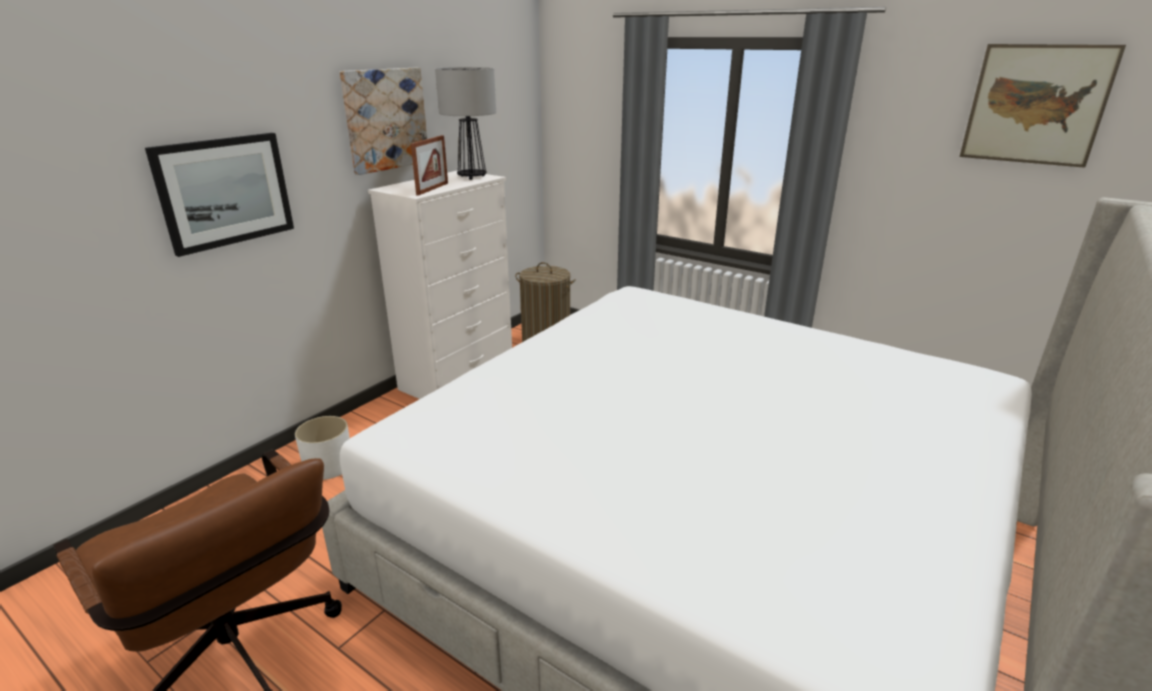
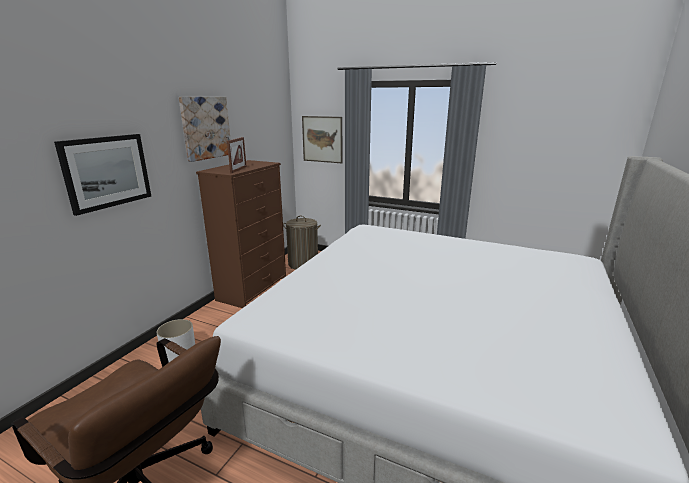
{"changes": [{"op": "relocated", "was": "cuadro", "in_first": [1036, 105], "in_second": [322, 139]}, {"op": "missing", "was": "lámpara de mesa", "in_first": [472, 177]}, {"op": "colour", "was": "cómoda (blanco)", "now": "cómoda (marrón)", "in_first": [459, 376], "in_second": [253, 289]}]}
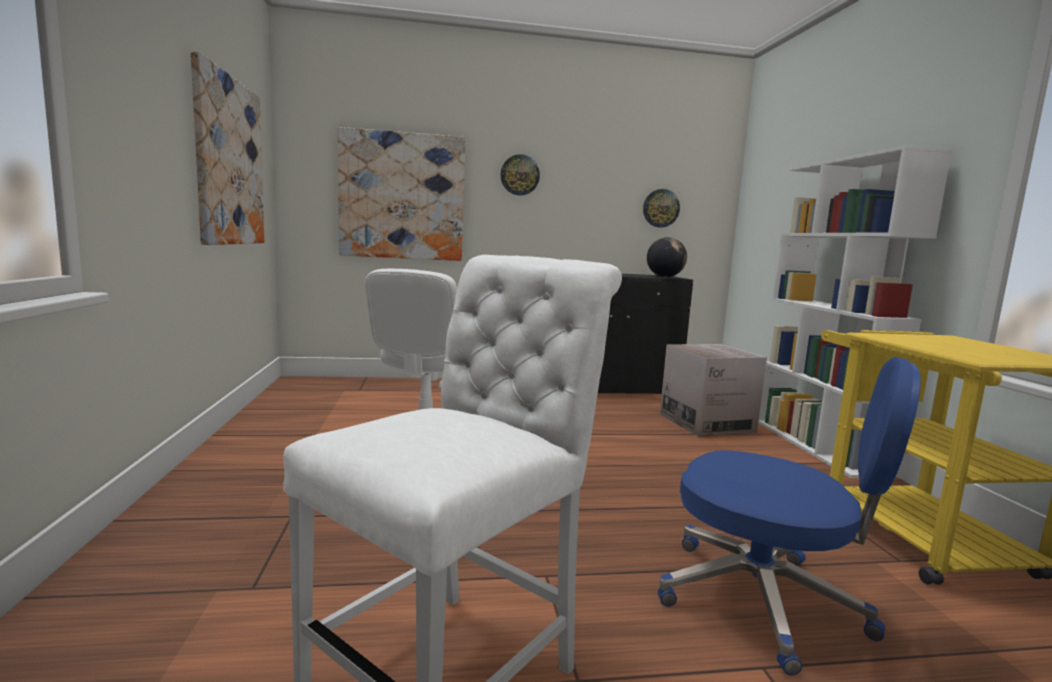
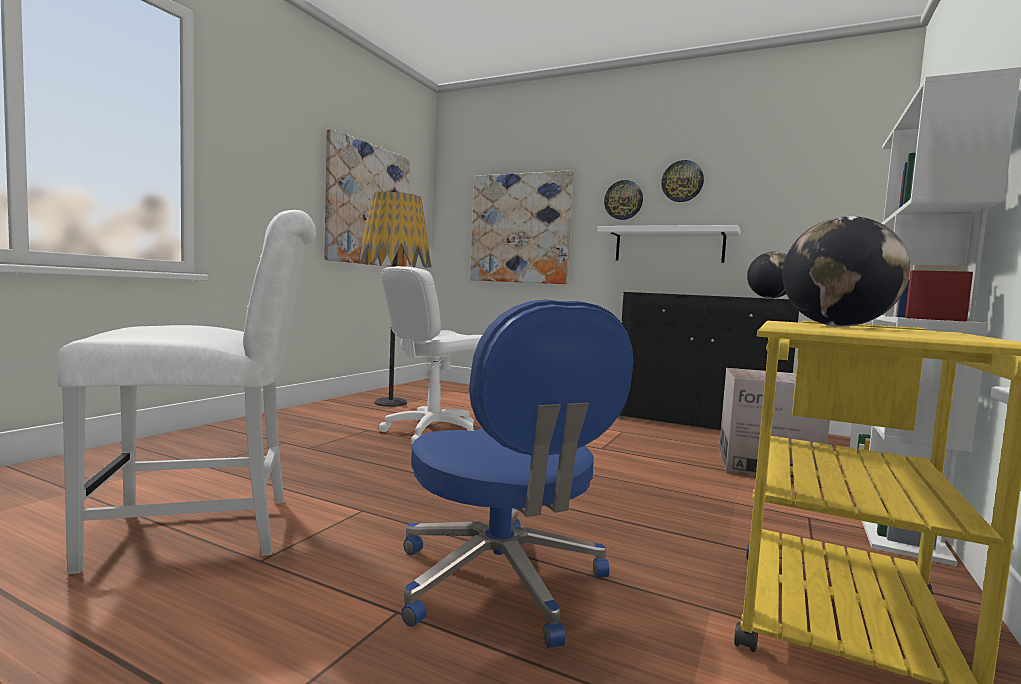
{"changes": [{"op": "relocated", "was": "reloj de pared", "in_first": [661, 208], "in_second": [682, 181]}, {"op": "appeared", "now": "lámpara de pie", "in_second": [390, 403]}, {"op": "appeared", "now": "globo terráqueo", "in_second": [837, 326]}, {"op": "appeared", "now": "estante (blanco)", "in_second": [669, 245]}]}
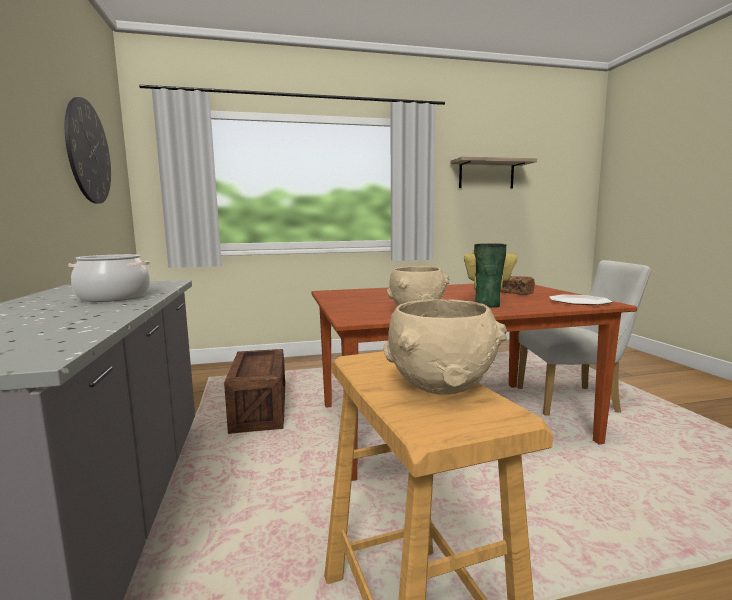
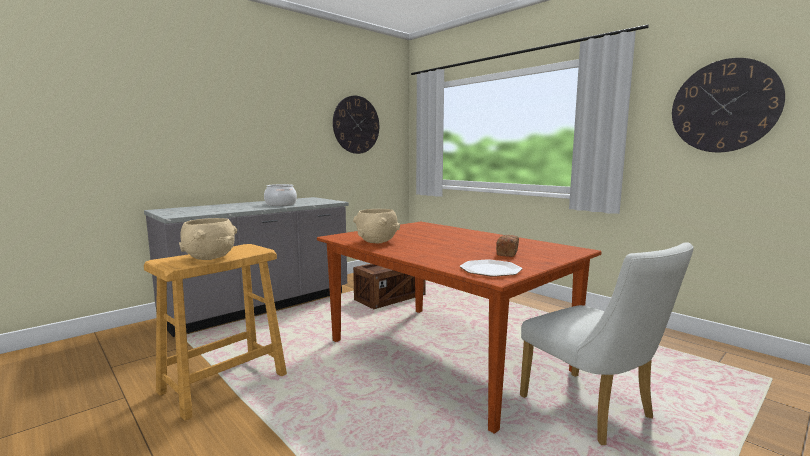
{"changes": [{"op": "exchanged", "was": "estante", "now": "reloj de pared", "in_first": [486, 174], "in_second": [724, 106]}, {"op": "missing", "was": "florero", "in_first": [487, 304]}]}
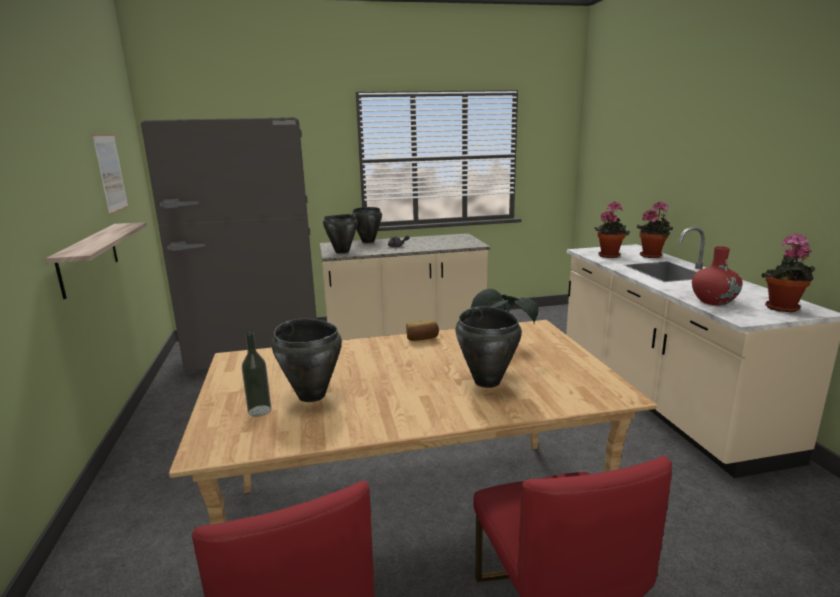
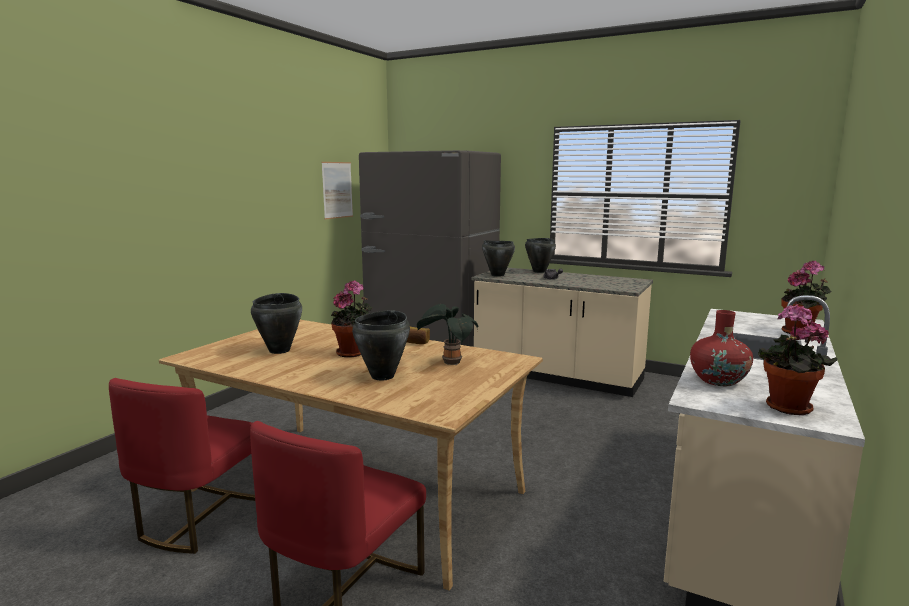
{"changes": [{"op": "relocated", "was": "planta en maceta", "in_first": [609, 255], "in_second": [353, 353]}, {"op": "missing", "was": "estante", "in_first": [89, 258]}, {"op": "missing", "was": "botella", "in_first": [259, 411]}]}
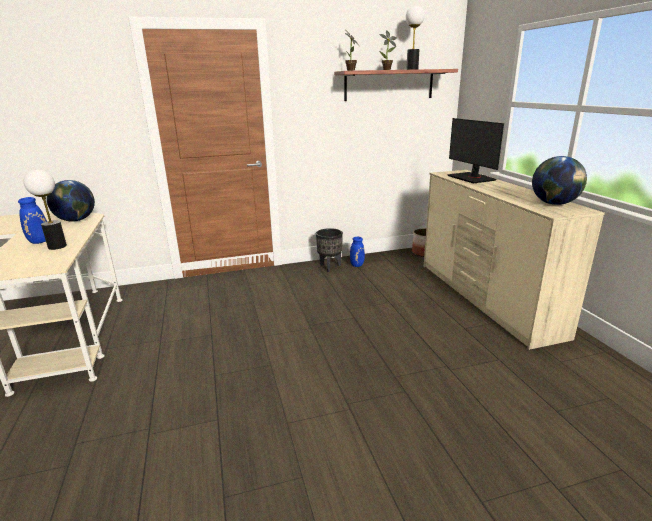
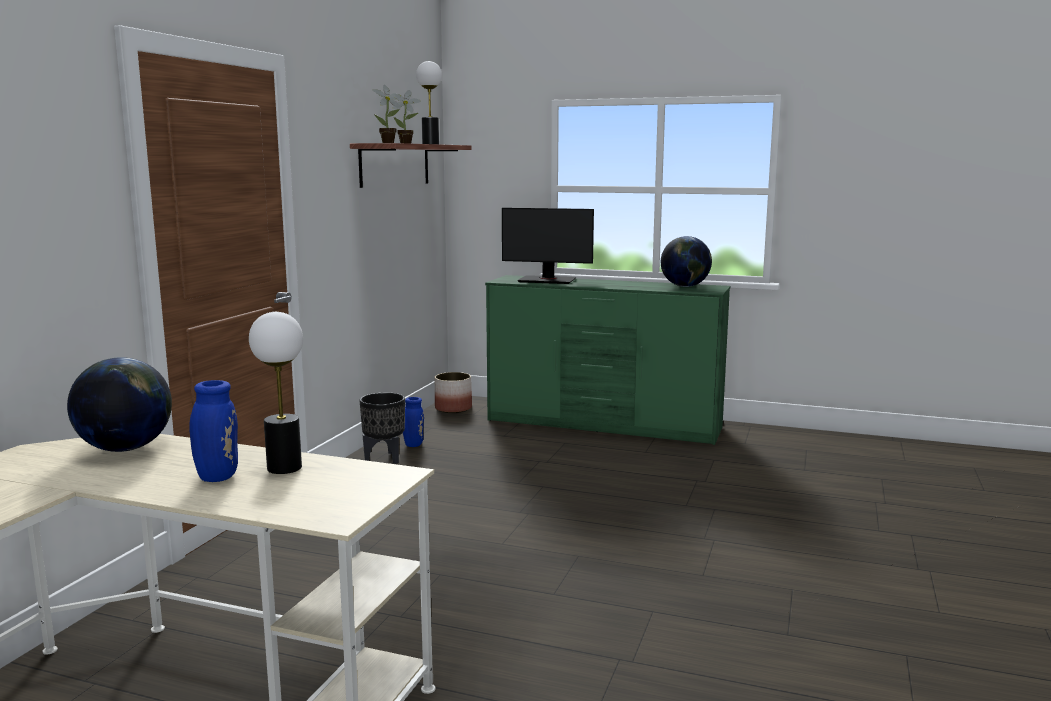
{"changes": [{"op": "colour", "was": "cómoda (beis)", "now": "cómoda (verde)", "in_first": [485, 298], "in_second": [603, 425]}]}
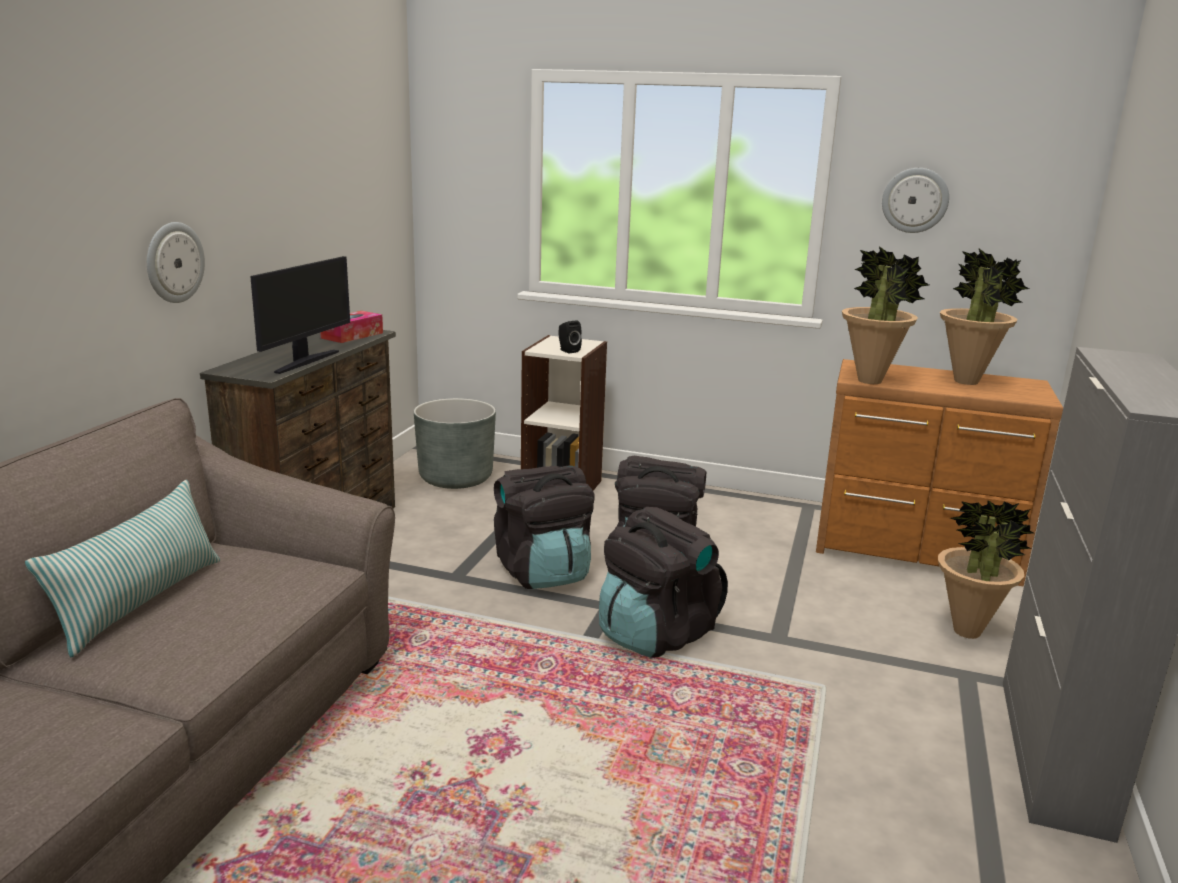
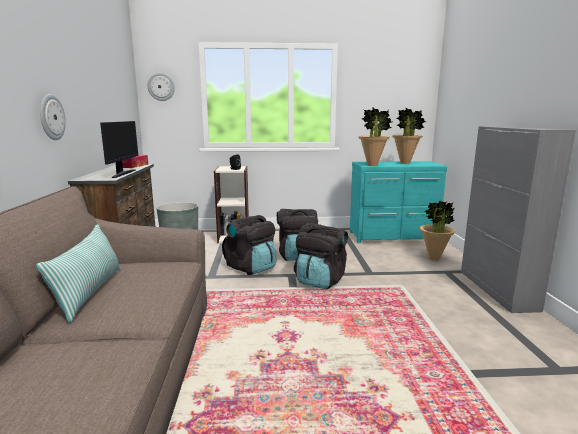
{"changes": [{"op": "relocated", "was": "reloj de pared", "in_first": [915, 200], "in_second": [161, 87]}, {"op": "colour", "was": "cómoda (marrón)", "now": "cómoda (turquesa)", "in_first": [917, 551], "in_second": [393, 237]}]}
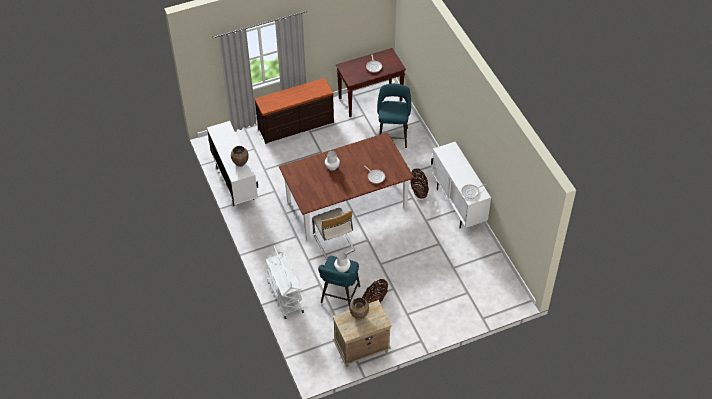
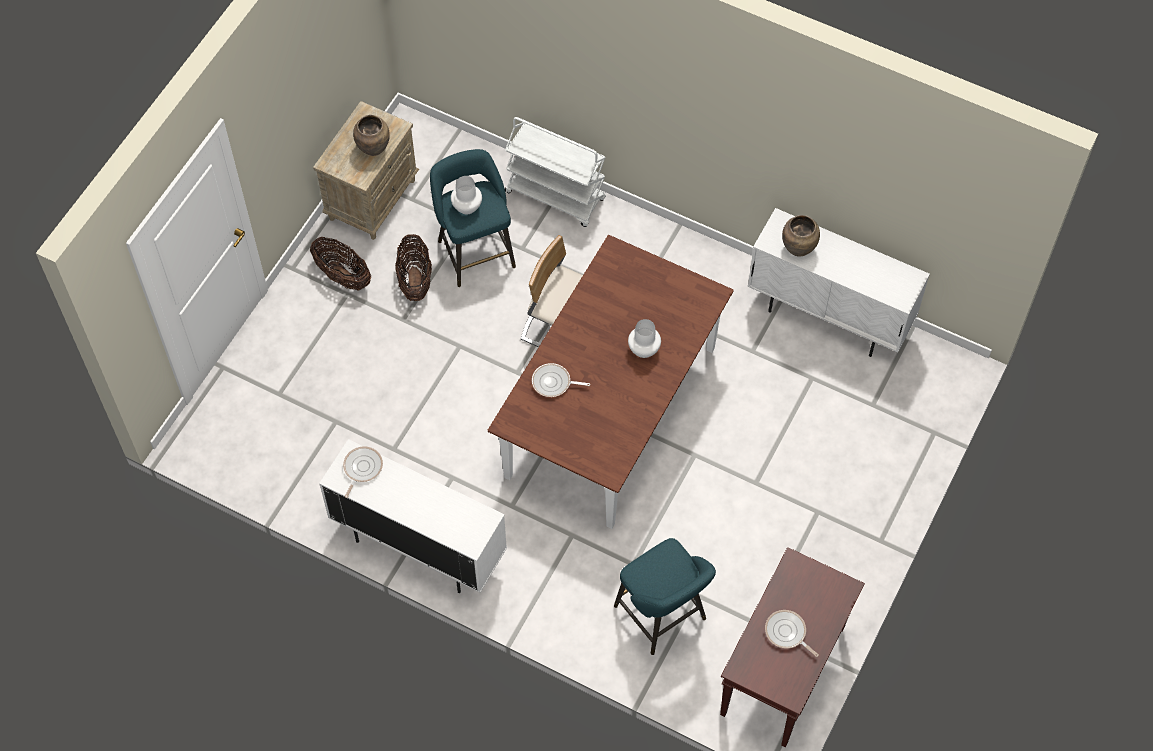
{"changes": [{"op": "missing", "was": "cómoda (marrón)", "in_first": [296, 126]}, {"op": "relocated", "was": "cesta", "in_first": [418, 190], "in_second": [343, 275]}]}
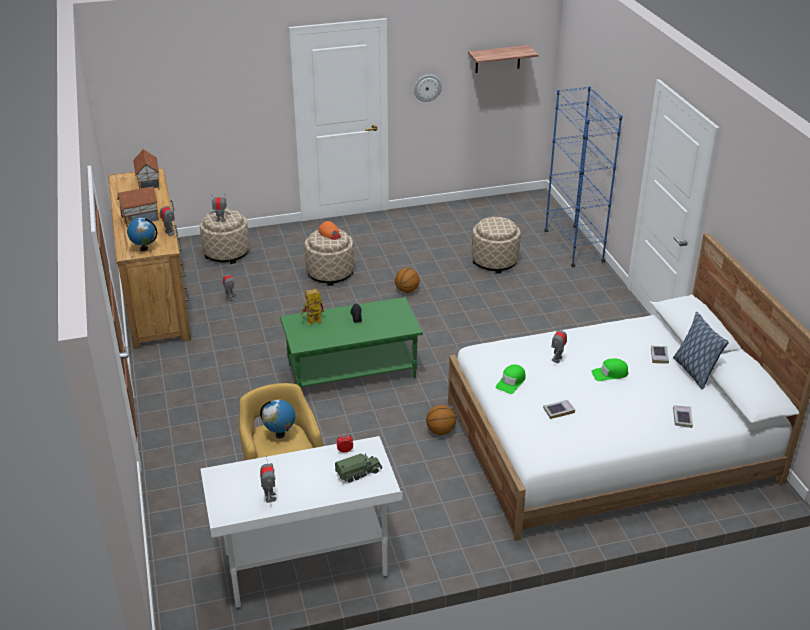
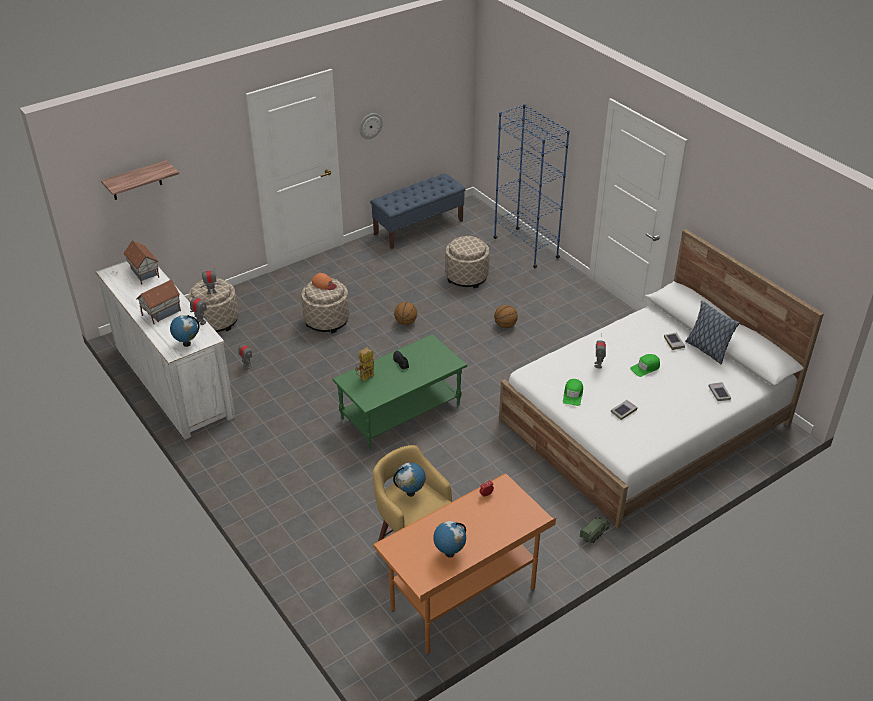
{"changes": [{"op": "relocated", "was": "estante", "in_first": [497, 59], "in_second": [136, 181]}, {"op": "colour", "was": "cómoda (marrón)", "now": "cómoda (blanco)", "in_first": [155, 296], "in_second": [173, 381]}, {"op": "relocated", "was": "balón de baloncesto", "in_first": [440, 431], "in_second": [505, 325]}, {"op": "colour", "was": "escritorio (blanco)", "now": "escritorio (naranja)", "in_first": [306, 567], "in_second": [463, 600]}, {"op": "relocated", "was": "camión de juguete", "in_first": [359, 473], "in_second": [594, 533]}, {"op": "exchanged", "was": "robot de juguete", "now": "globo terráqueo", "in_first": [269, 497], "in_second": [449, 553]}, {"op": "appeared", "now": "banco (azul)", "in_second": [419, 227]}]}
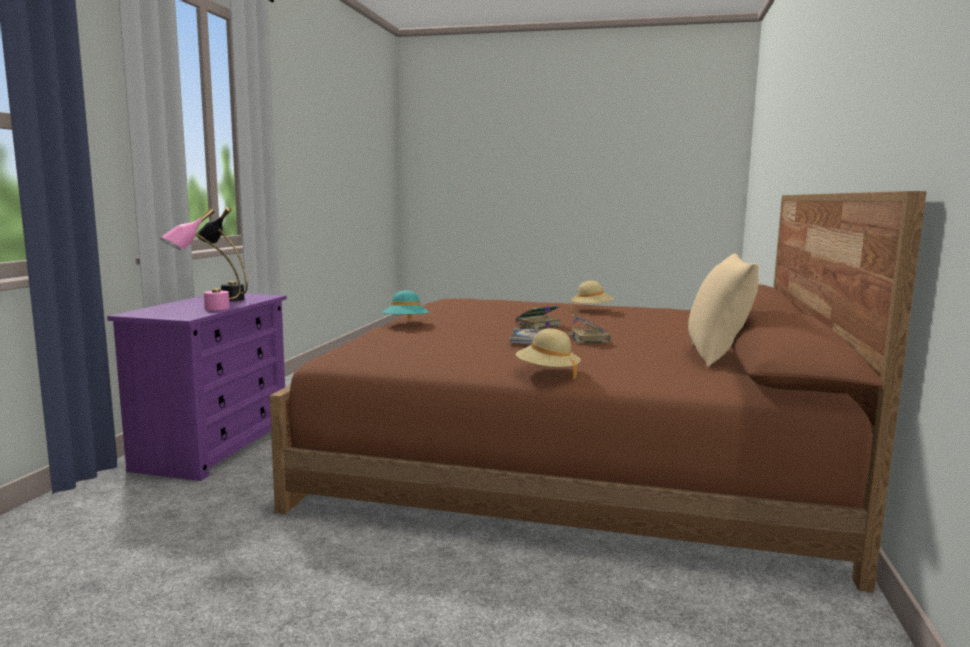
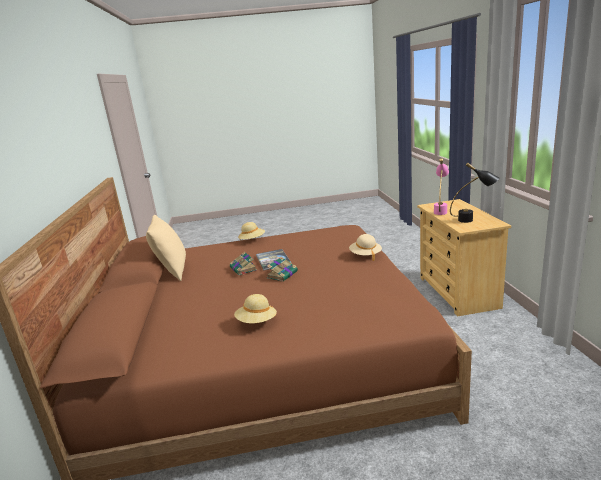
{"changes": [{"op": "colour", "was": "sombrero (turquesa)", "now": "sombrero (beis)", "in_first": [406, 324], "in_second": [365, 255]}, {"op": "colour", "was": "cómoda (morado)", "now": "cómoda (beis)", "in_first": [214, 447], "in_second": [458, 292]}]}
